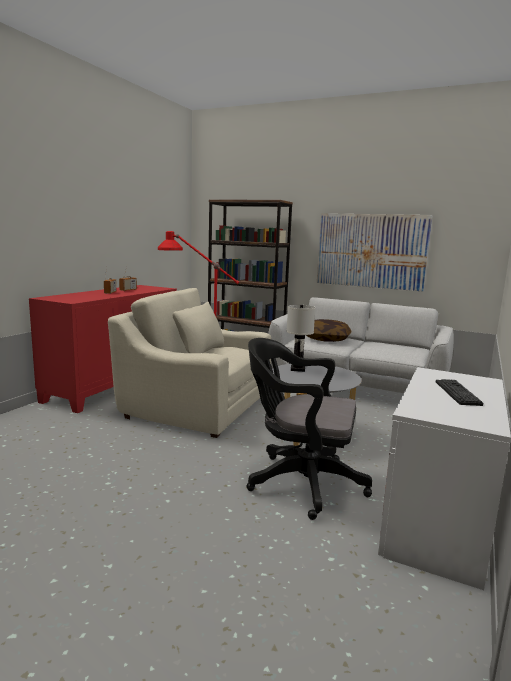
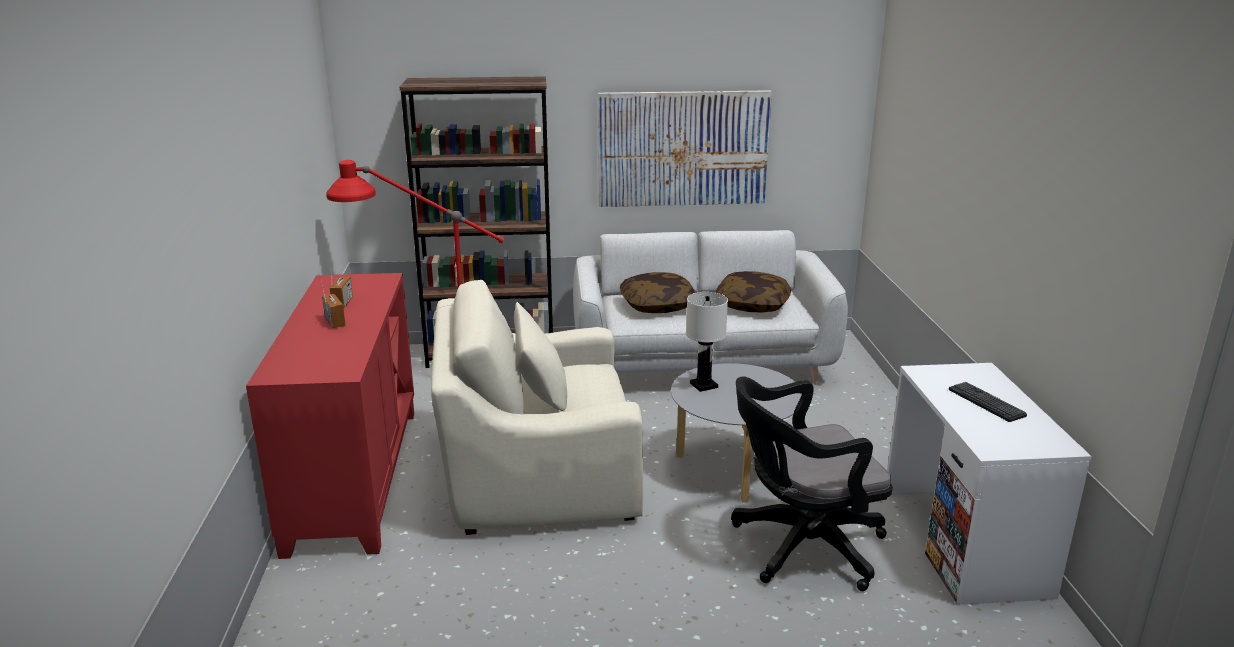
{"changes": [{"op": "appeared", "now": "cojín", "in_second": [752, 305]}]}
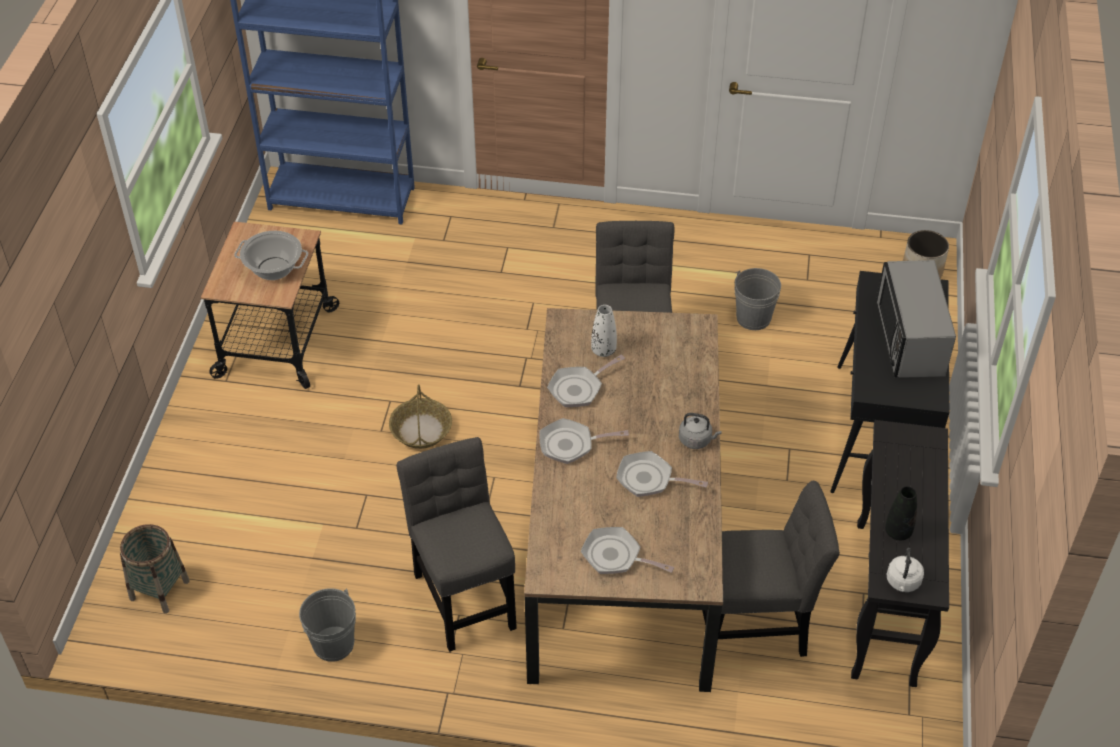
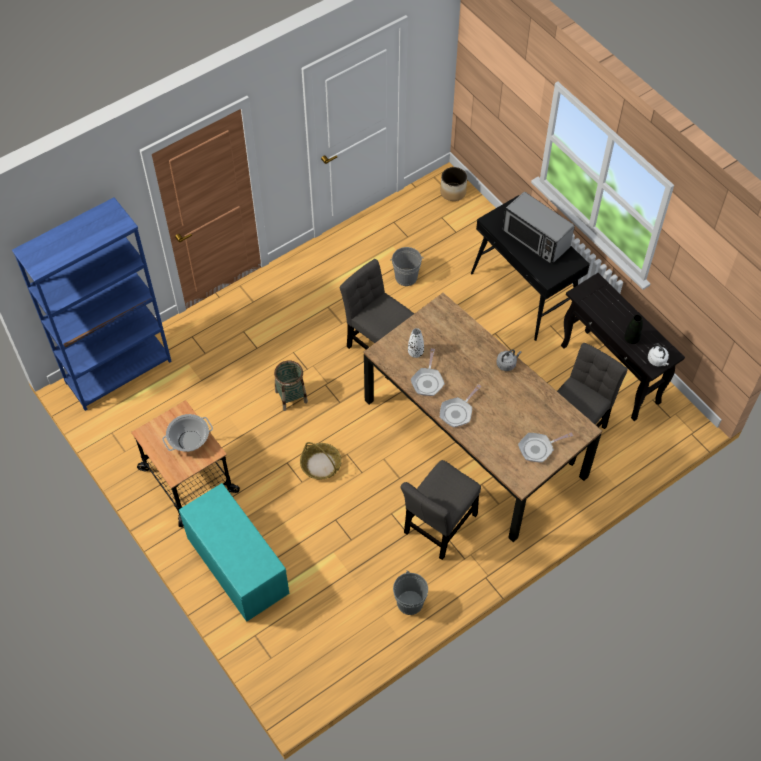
{"changes": [{"op": "spun", "was": "silla (gris)", "in_first": [464, 595], "in_second": [438, 527], "clockwise": -75}, {"op": "missing", "was": "sartén", "in_first": [649, 479]}, {"op": "relocated", "was": "cesta", "in_first": [159, 589], "in_second": [291, 396]}, {"op": "appeared", "now": "banco (turquesa)", "in_second": [236, 565]}]}
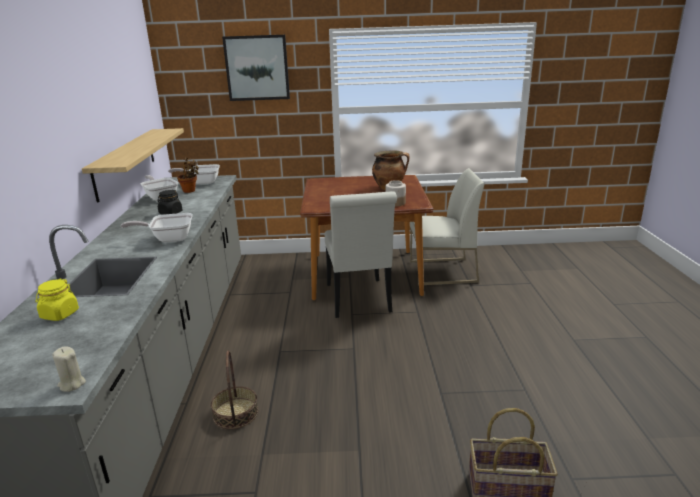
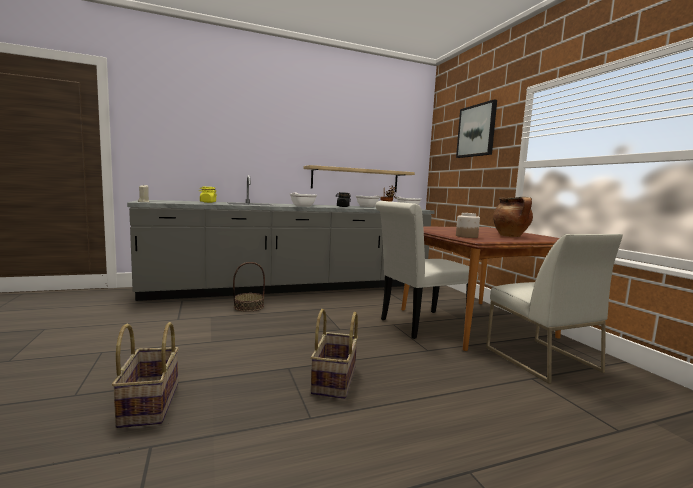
{"changes": [{"op": "appeared", "now": "cesta", "in_second": [335, 380]}]}
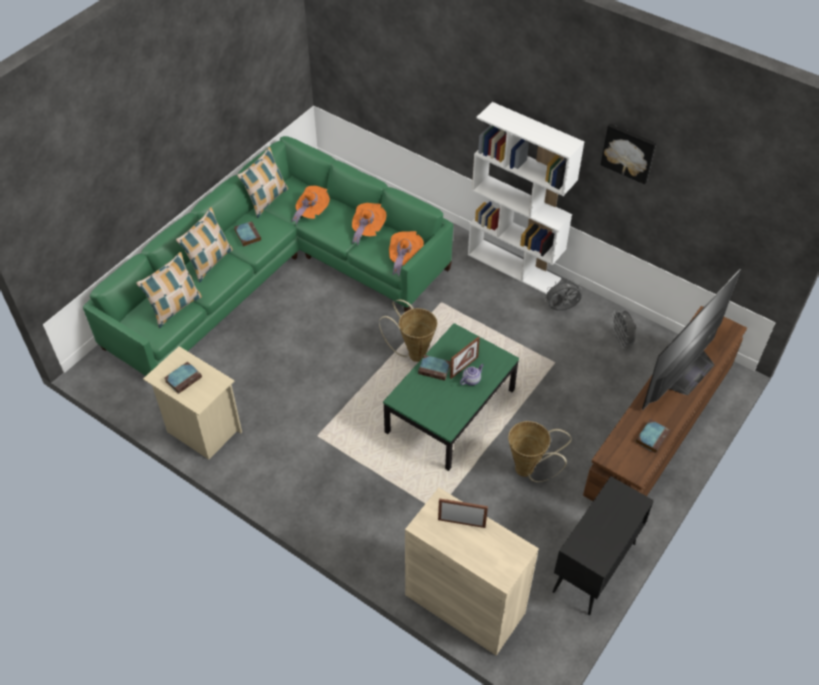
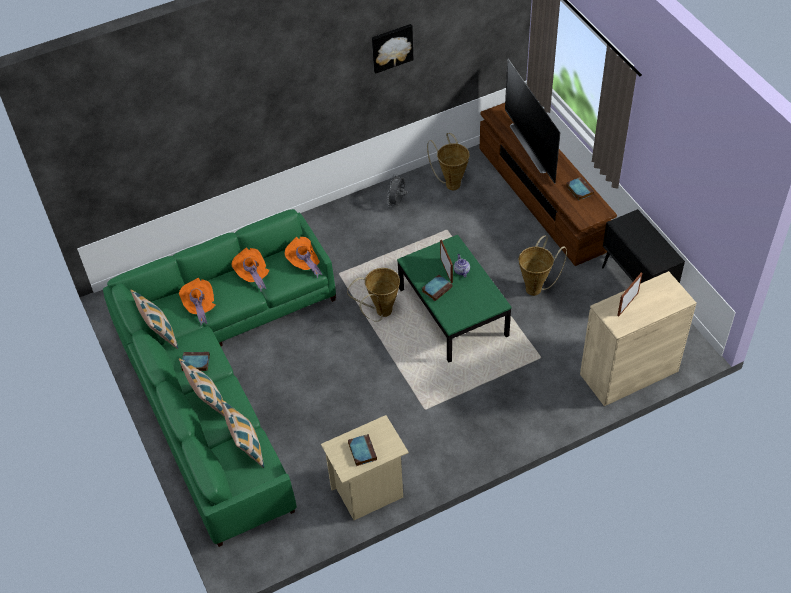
{"changes": [{"op": "missing", "was": "estantería (blanco)", "in_first": [514, 266]}, {"op": "exchanged", "was": "ventilador (gris)", "now": "cesta", "in_first": [621, 341], "in_second": [451, 183]}]}
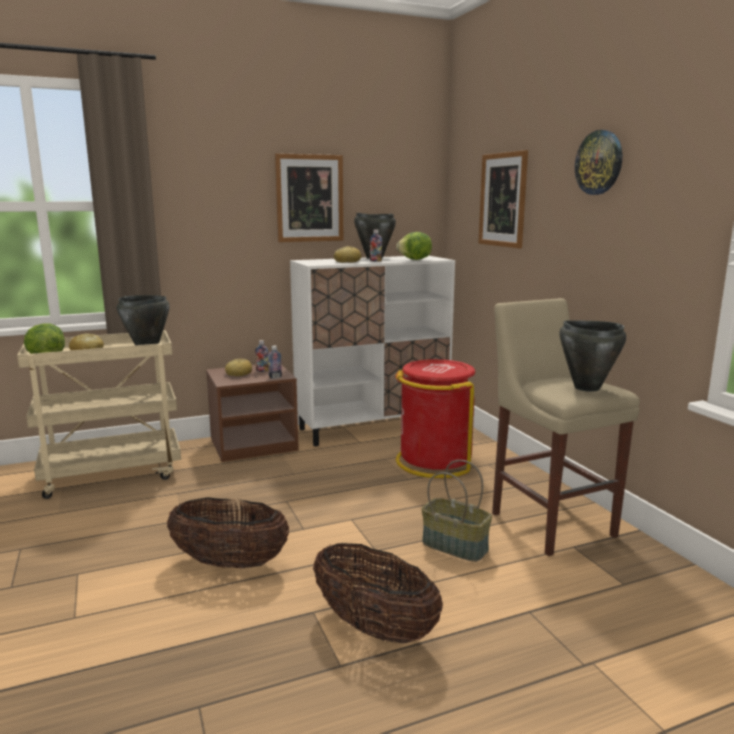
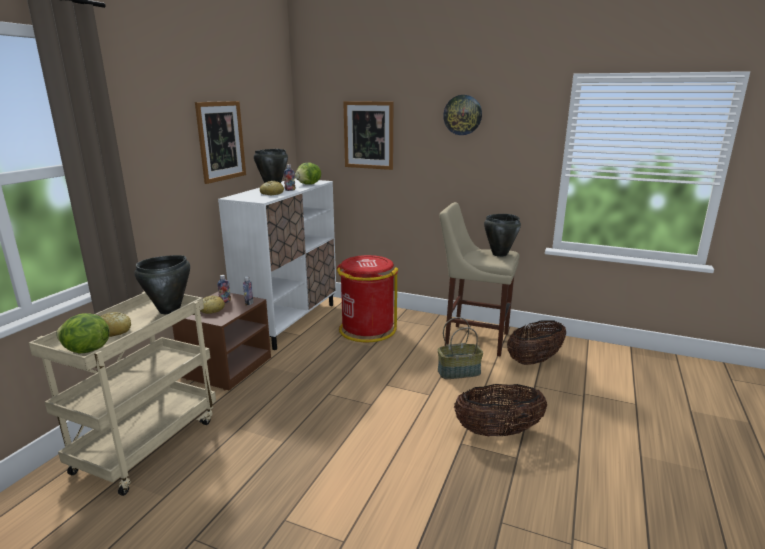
{"changes": [{"op": "relocated", "was": "cesta", "in_first": [229, 563], "in_second": [534, 360]}]}
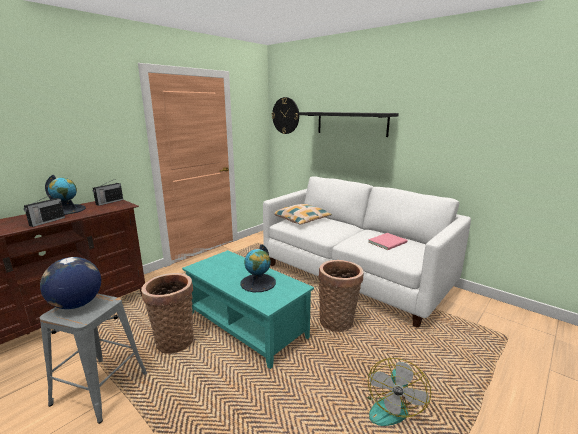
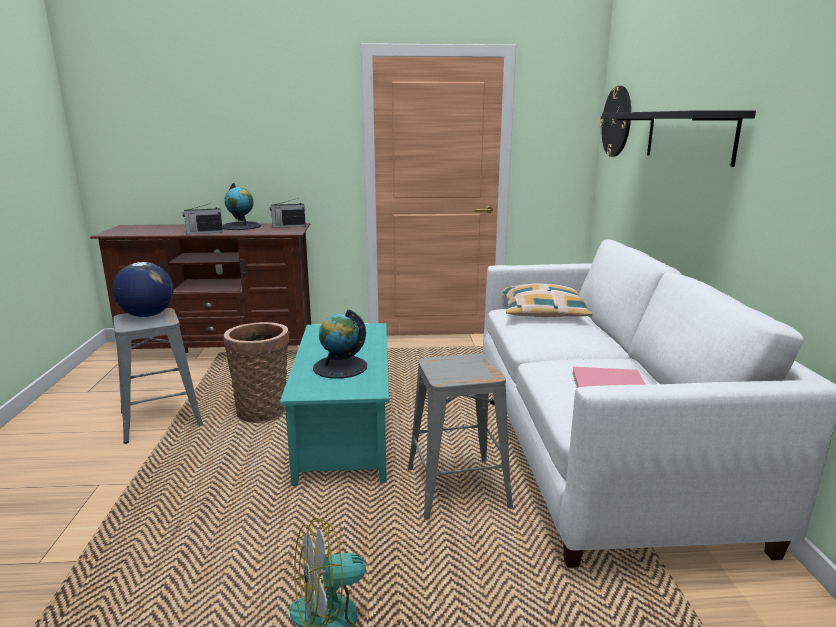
{"changes": [{"op": "exchanged", "was": "cesta", "now": "taburete (gris)", "in_first": [338, 321], "in_second": [457, 487]}]}
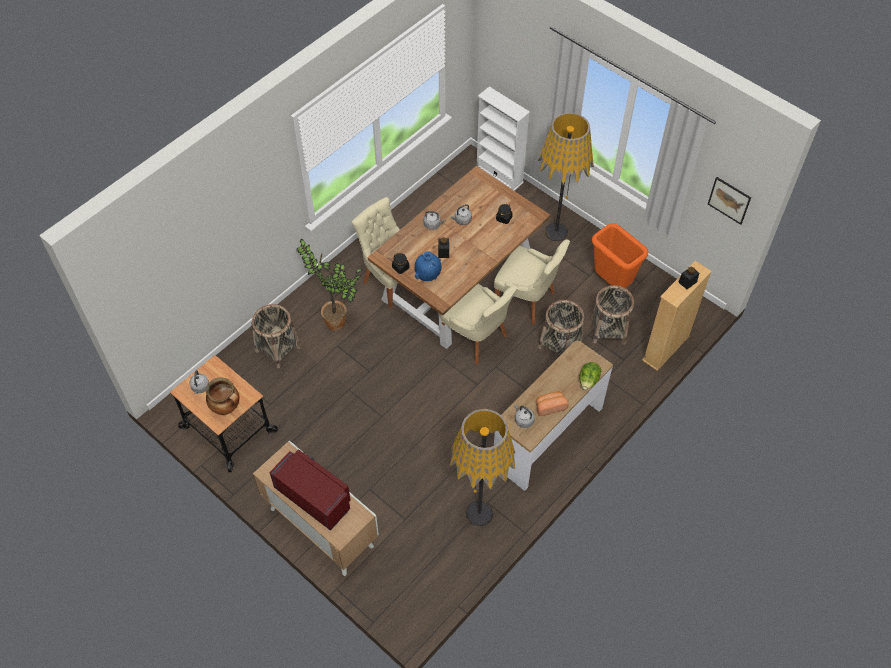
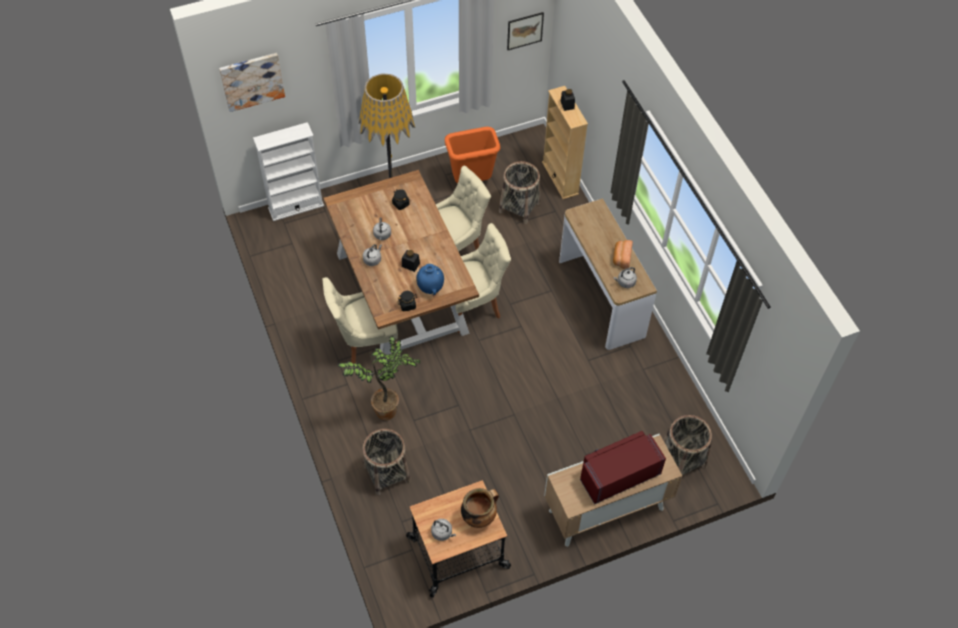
{"changes": [{"op": "relocated", "was": "cesta", "in_first": [560, 344], "in_second": [681, 460]}, {"op": "missing", "was": "lechuga", "in_first": [588, 381]}, {"op": "missing", "was": "lámpara de pie", "in_first": [479, 513]}, {"op": "appeared", "now": "cuadro", "in_second": [252, 81]}]}
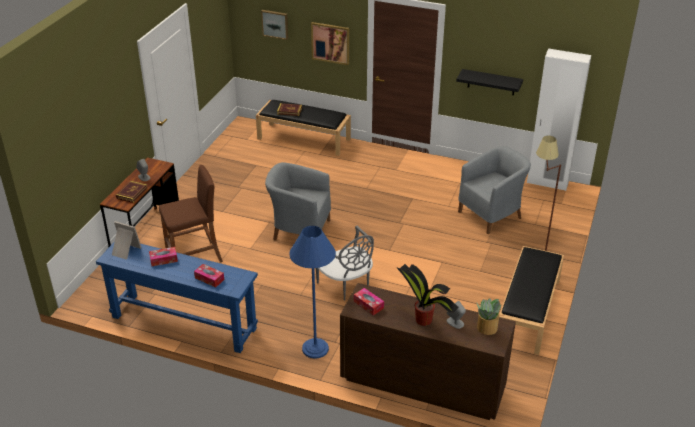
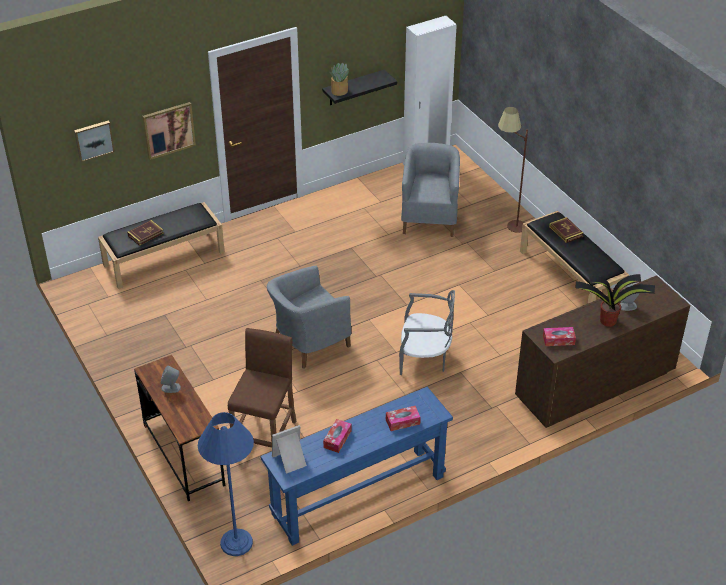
{"changes": [{"op": "relocated", "was": "libro", "in_first": [132, 193], "in_second": [566, 231]}, {"op": "relocated", "was": "lámpara de pie (azul)", "in_first": [315, 348], "in_second": [236, 543]}, {"op": "relocated", "was": "planta en maceta", "in_first": [486, 328], "in_second": [339, 91]}]}
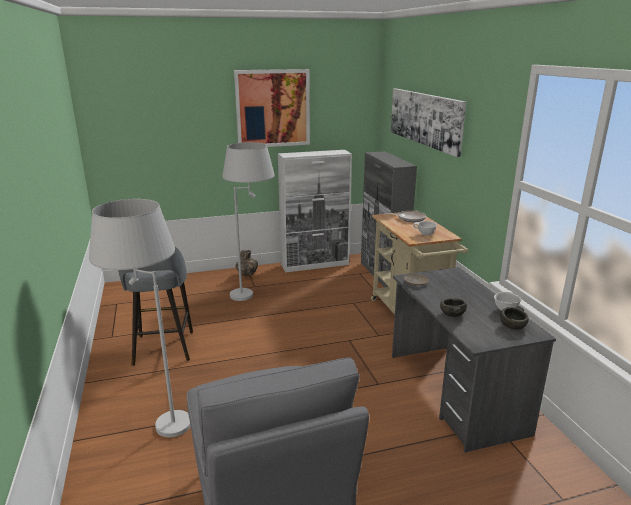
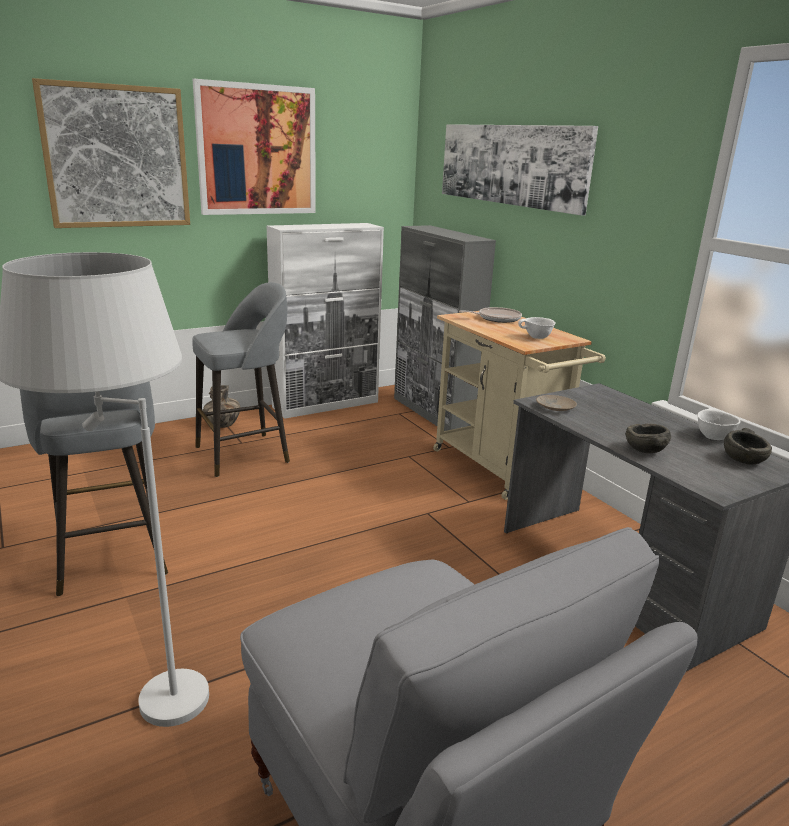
{"changes": [{"op": "exchanged", "was": "lámpara de pie (blanco)", "now": "taburete (gris)", "in_first": [254, 294], "in_second": [245, 454]}, {"op": "appeared", "now": "cuadro", "in_second": [117, 157]}]}
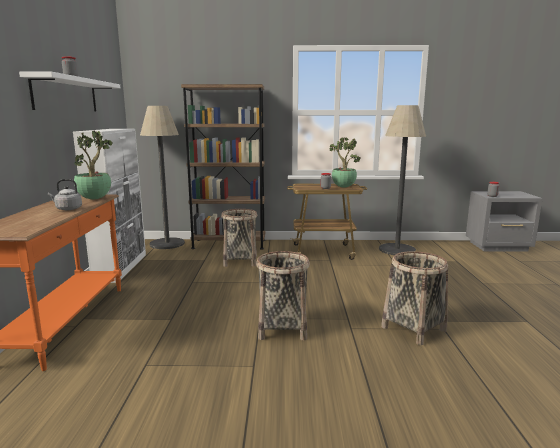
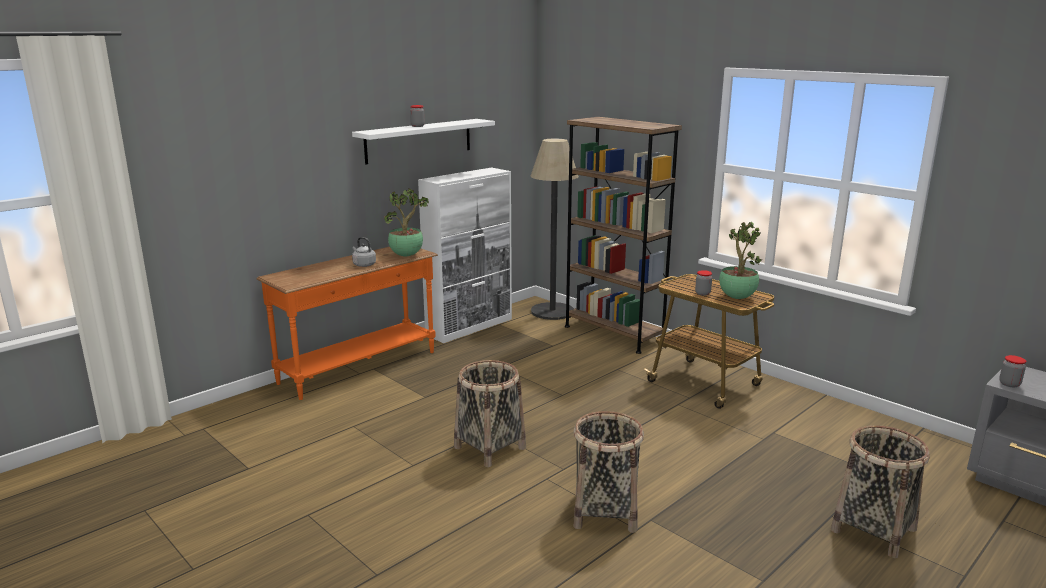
{"changes": [{"op": "missing", "was": "lámpara de pie", "in_first": [397, 250]}, {"op": "relocated", "was": "cesta", "in_first": [240, 261], "in_second": [873, 529]}]}
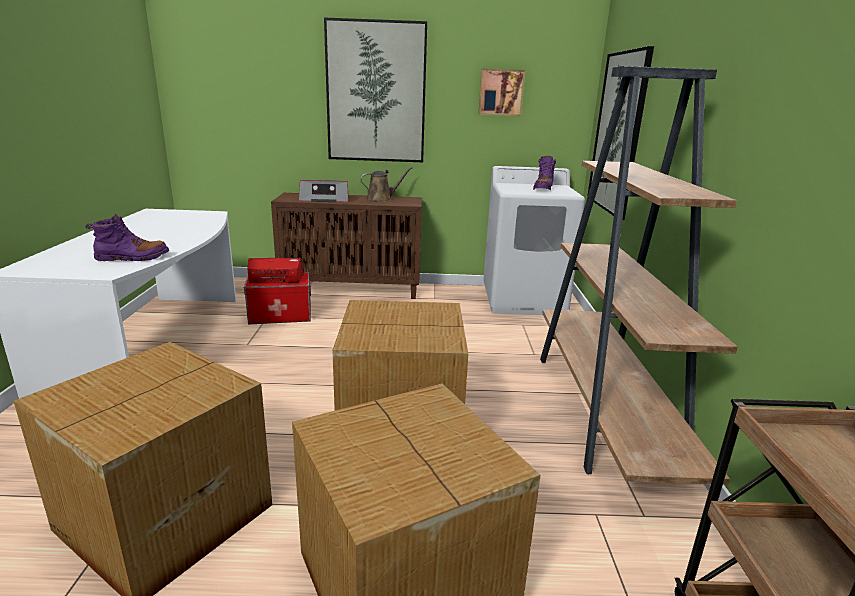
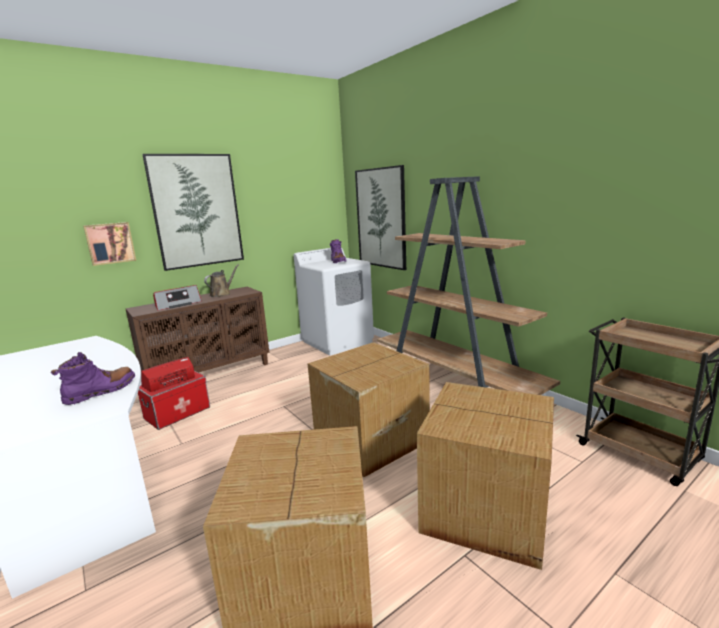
{"changes": [{"op": "relocated", "was": "cuadro", "in_first": [501, 92], "in_second": [110, 243]}]}
